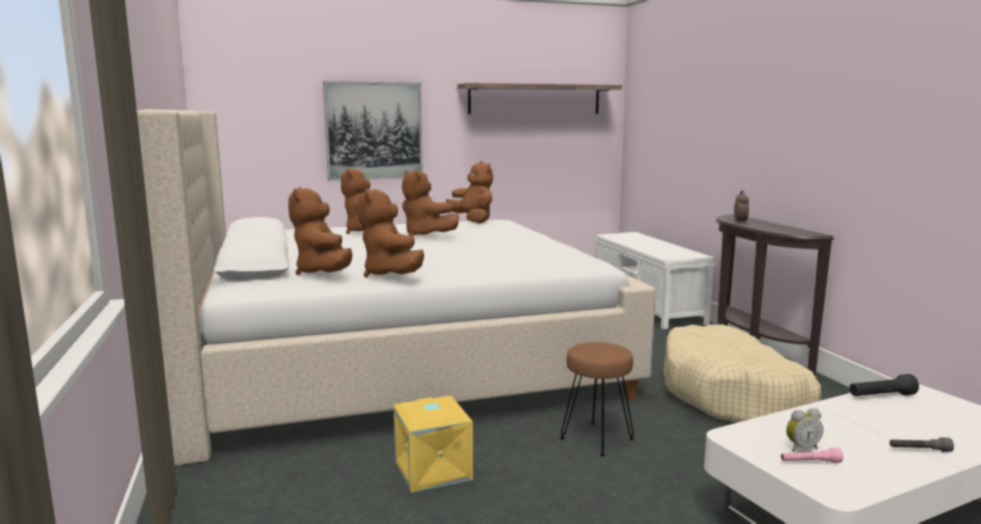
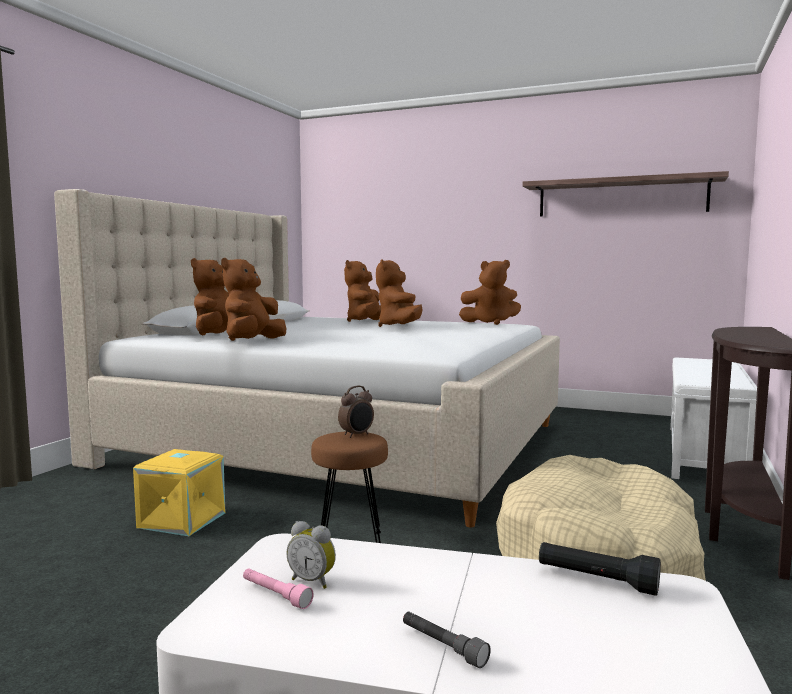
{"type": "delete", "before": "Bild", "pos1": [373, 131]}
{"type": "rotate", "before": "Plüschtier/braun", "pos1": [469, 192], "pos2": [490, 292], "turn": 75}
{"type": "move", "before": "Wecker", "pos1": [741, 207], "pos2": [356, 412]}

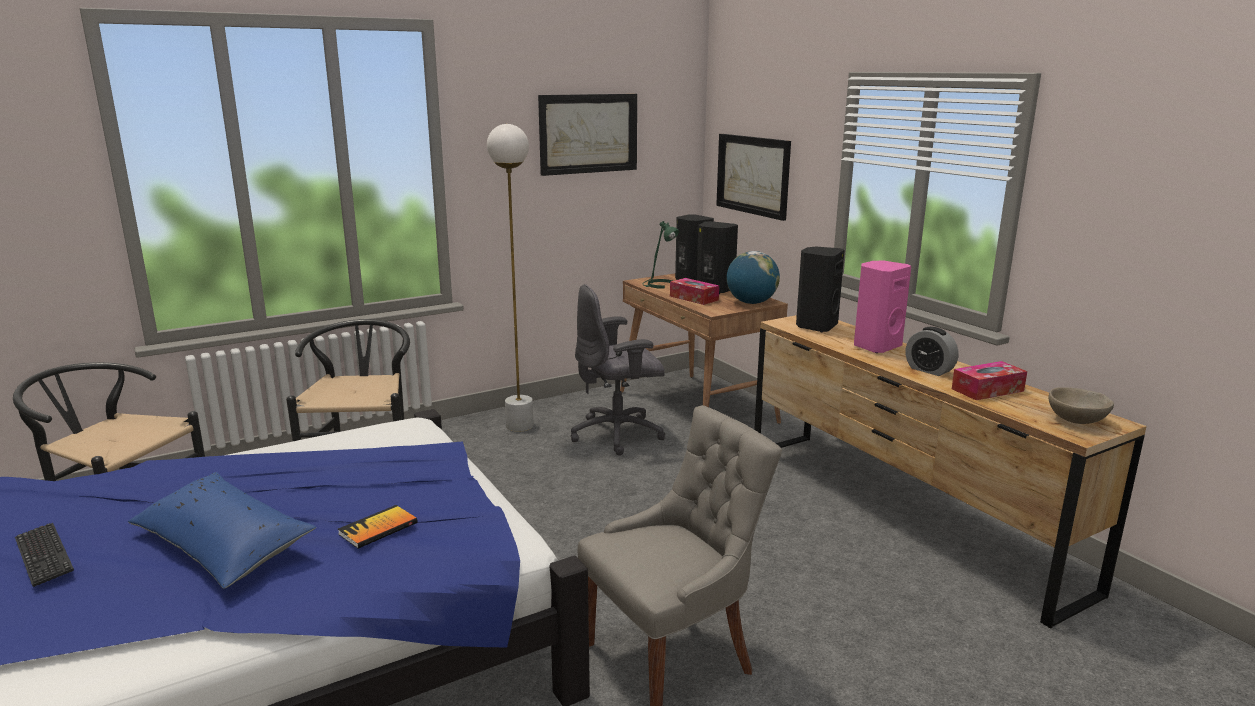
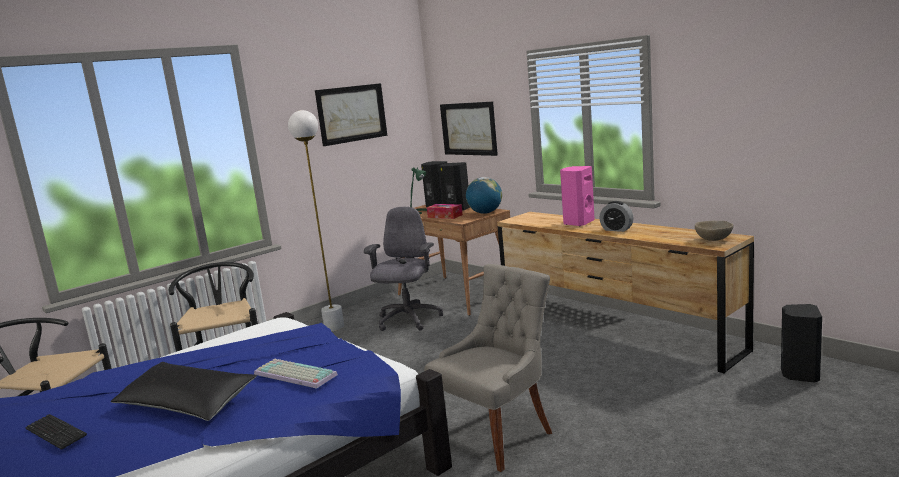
{"type": "move", "before": "Lautsprecher/schwarz", "pos1": [820, 289], "pos2": [801, 343]}
{"type": "rotate", "before": "Bürostuhl/grau", "pos1": [618, 369], "pos2": [403, 269], "turn": 135}
{"type": "delete", "before": "Taschentuchbox", "pos1": [989, 380]}
{"type": "recolor", "before": "Kissen/blau", "after": "Kissen/schwarz", "pos1": [222, 530], "pos2": [183, 391]}
{"type": "replace", "before": "Buch", "after": "Tastatur", "pos1": [378, 527], "pos2": [296, 374]}

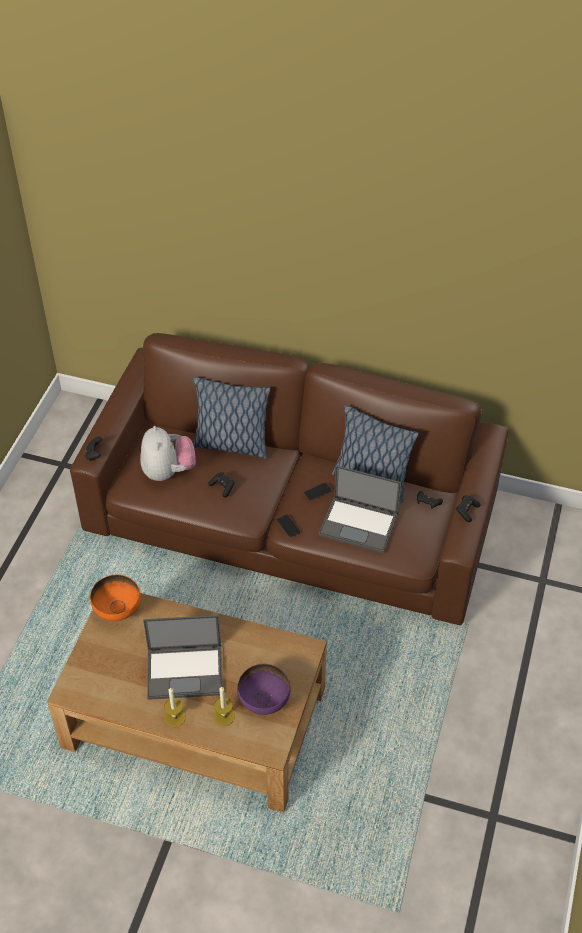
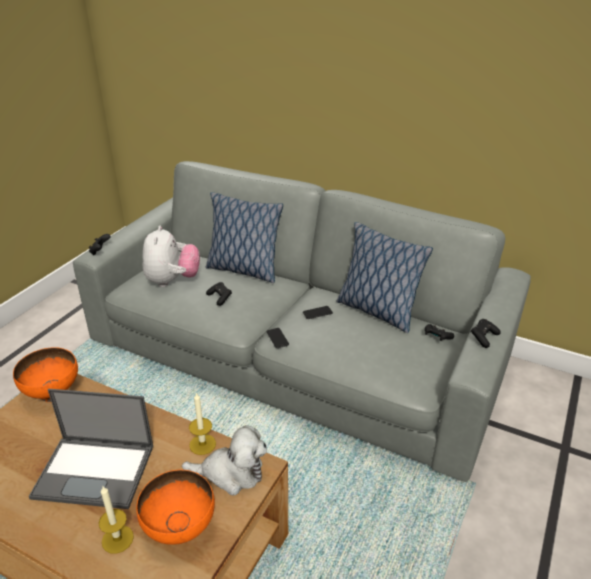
{"type": "recolor", "before": "Sofa/braun", "after": "Sofa/grau", "pos1": [289, 479], "pos2": [302, 321]}
{"type": "delete", "before": "Laptop", "pos1": [360, 509]}
{"type": "recolor", "before": "Schüssel/lila", "after": "Schüssel/orange", "pos1": [264, 689], "pos2": [175, 507]}
{"type": "move", "before": "Kerze", "pos1": [175, 707], "pos2": [202, 424]}
{"type": "insert", "after": "Plüschtier", "pos2": [224, 460]}

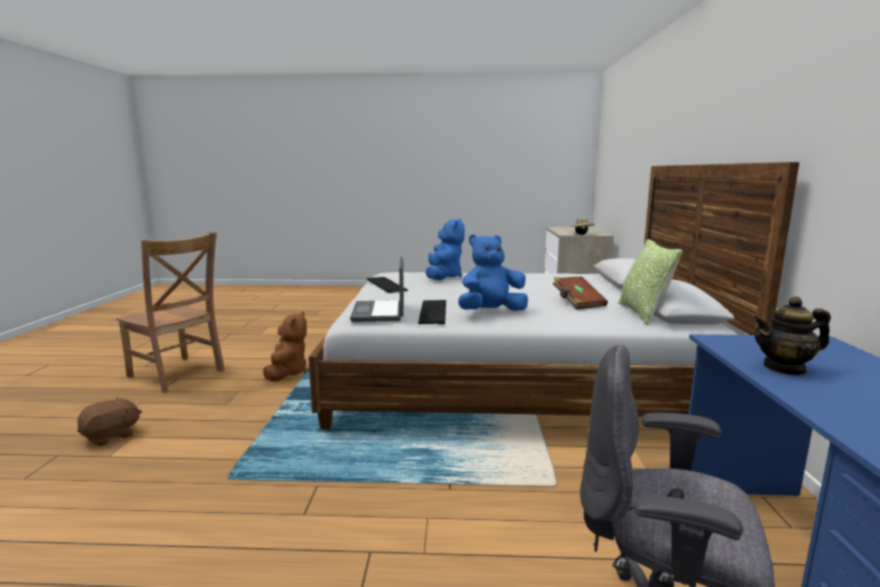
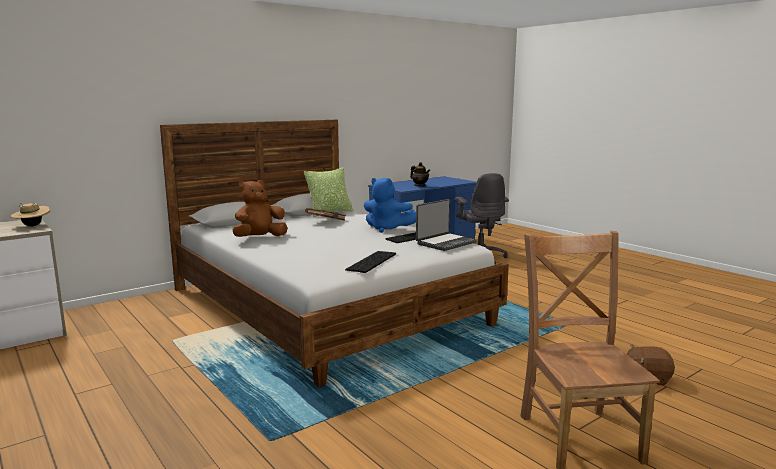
{"type": "delete", "before": "Plüschtier/blau", "pos1": [445, 249]}
{"type": "move", "before": "Plüschtier/braun", "pos1": [285, 346], "pos2": [259, 208]}

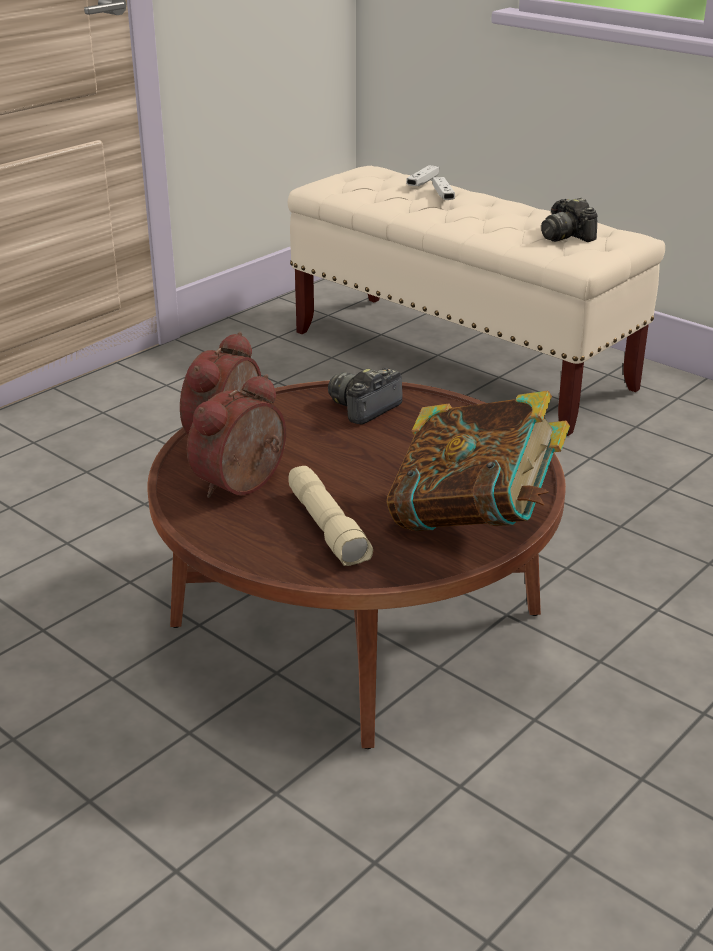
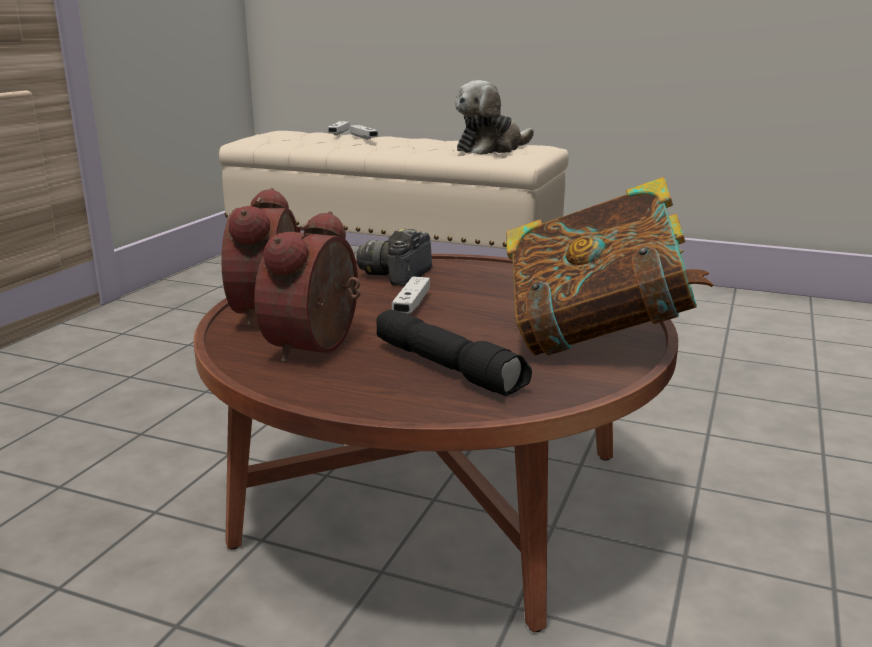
{"type": "replace", "before": "Kamera", "after": "Plüschtier", "pos1": [569, 219], "pos2": [494, 117]}
{"type": "recolor", "before": "Taschenlampe/beige", "after": "Taschenlampe/schwarz", "pos1": [330, 516], "pos2": [454, 353]}
{"type": "insert", "after": "Gamepad/weiß", "pos2": [411, 295]}

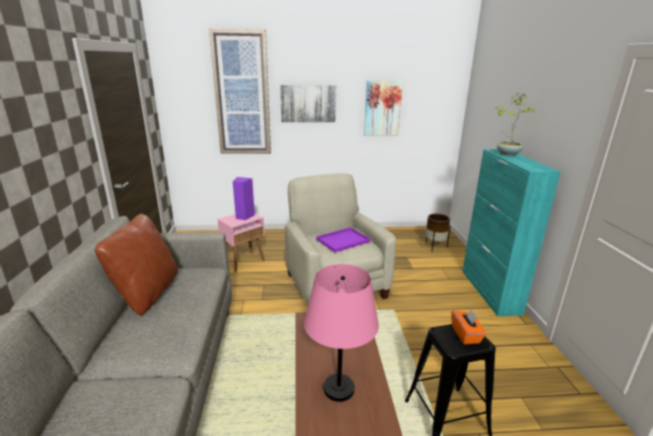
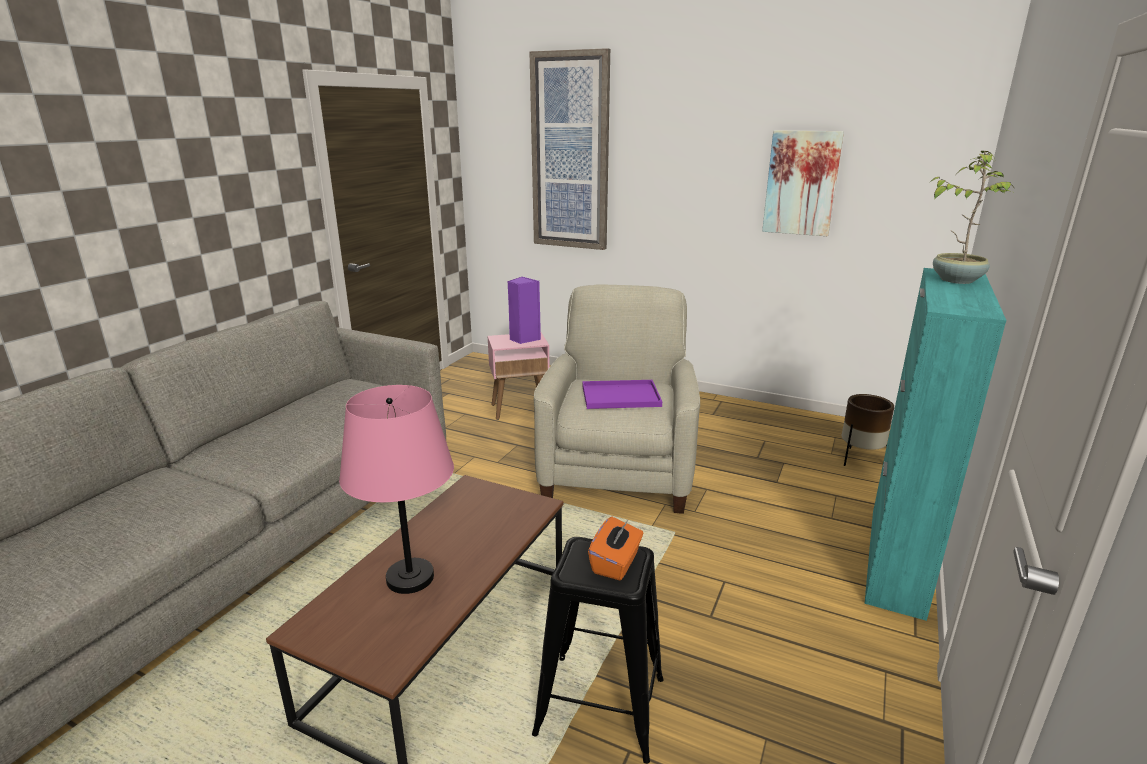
{"type": "delete", "before": "Bild", "pos1": [308, 103]}
{"type": "delete", "before": "Kissen/braun", "pos1": [136, 265]}

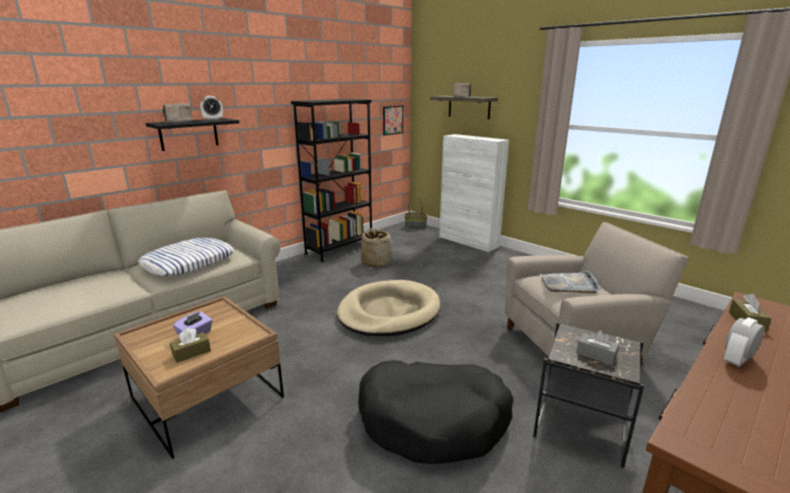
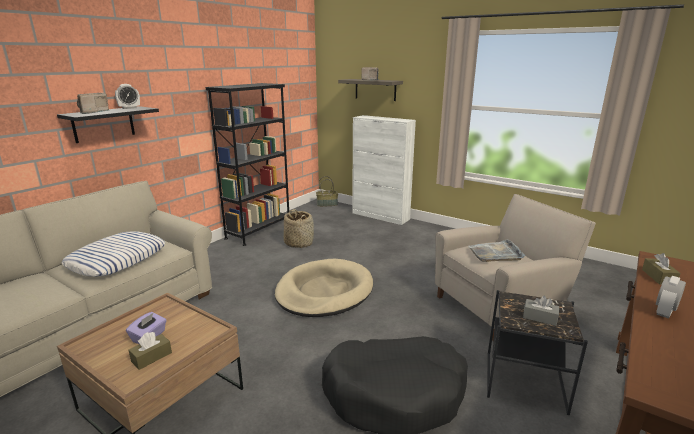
{"type": "delete", "before": "Bild", "pos1": [393, 120]}

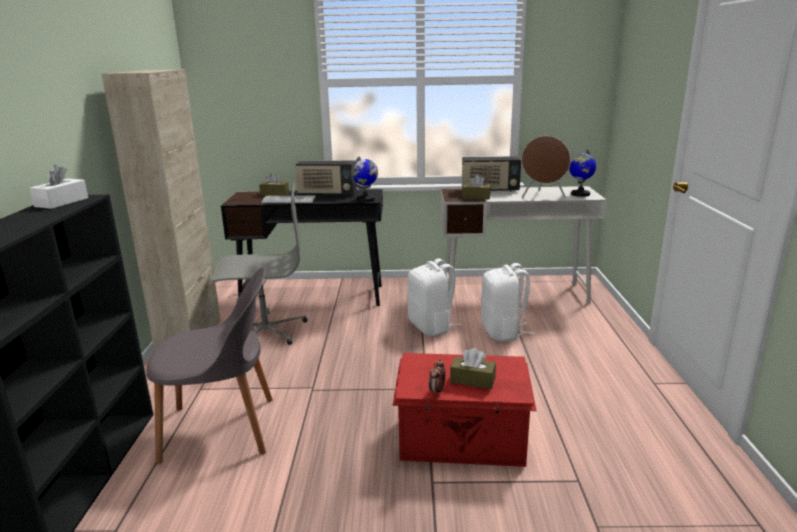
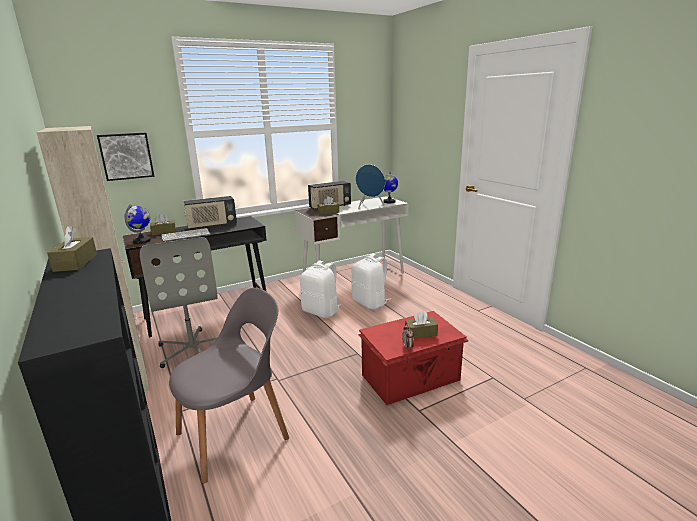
{"type": "recolor", "before": "Lautsprecher/braun", "after": "Lautsprecher/blau", "pos1": [546, 167], "pos2": [370, 186]}
{"type": "move", "before": "Globus", "pos1": [364, 179], "pos2": [138, 224]}
{"type": "recolor", "before": "Taschentuchbox/weiß", "after": "Taschentuchbox/braun", "pos1": [58, 187], "pos2": [72, 248]}
{"type": "rotate", "before": "Bürostuhl/grau", "pos1": [259, 264], "pos2": [179, 302], "turn": 105}
{"type": "insert", "after": "Bild", "pos2": [126, 157]}

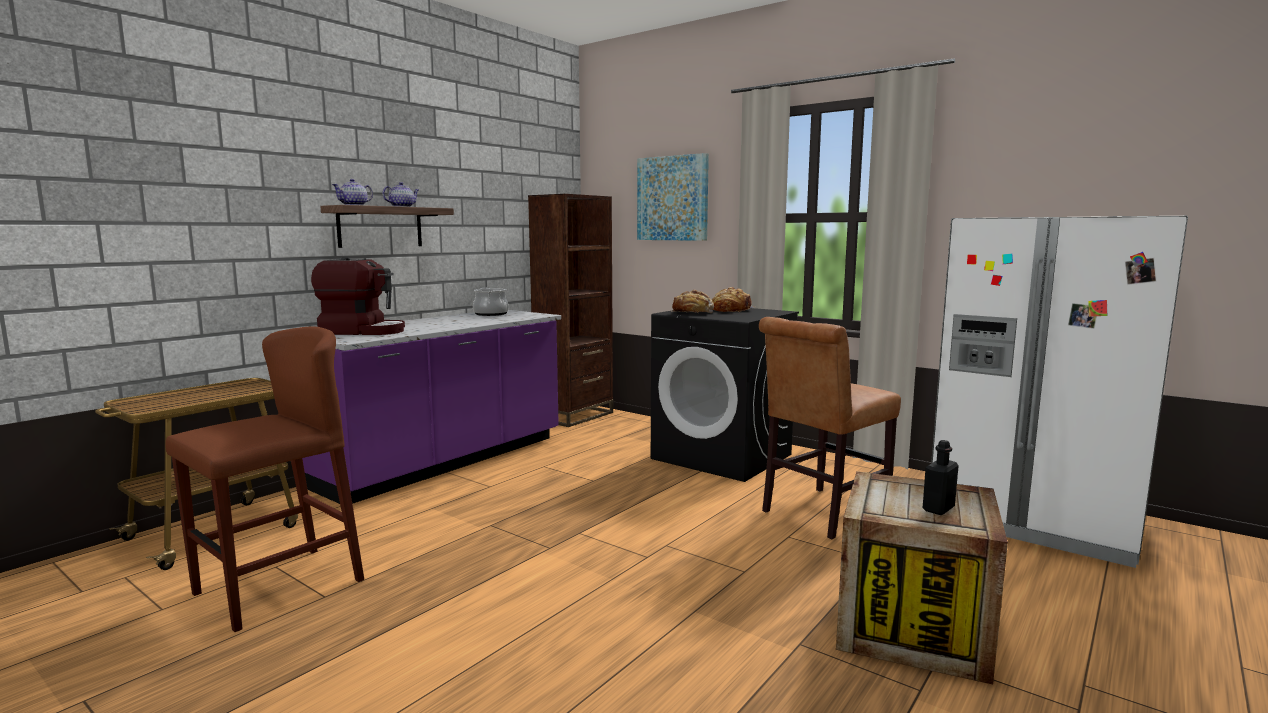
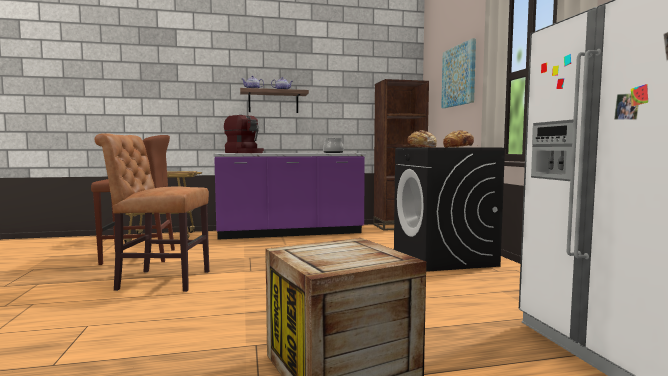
{"type": "move", "before": "Stuhl/braun", "pos1": [830, 428], "pos2": [152, 212]}
{"type": "delete", "before": "Flasche/schwarz", "pos1": [941, 477]}

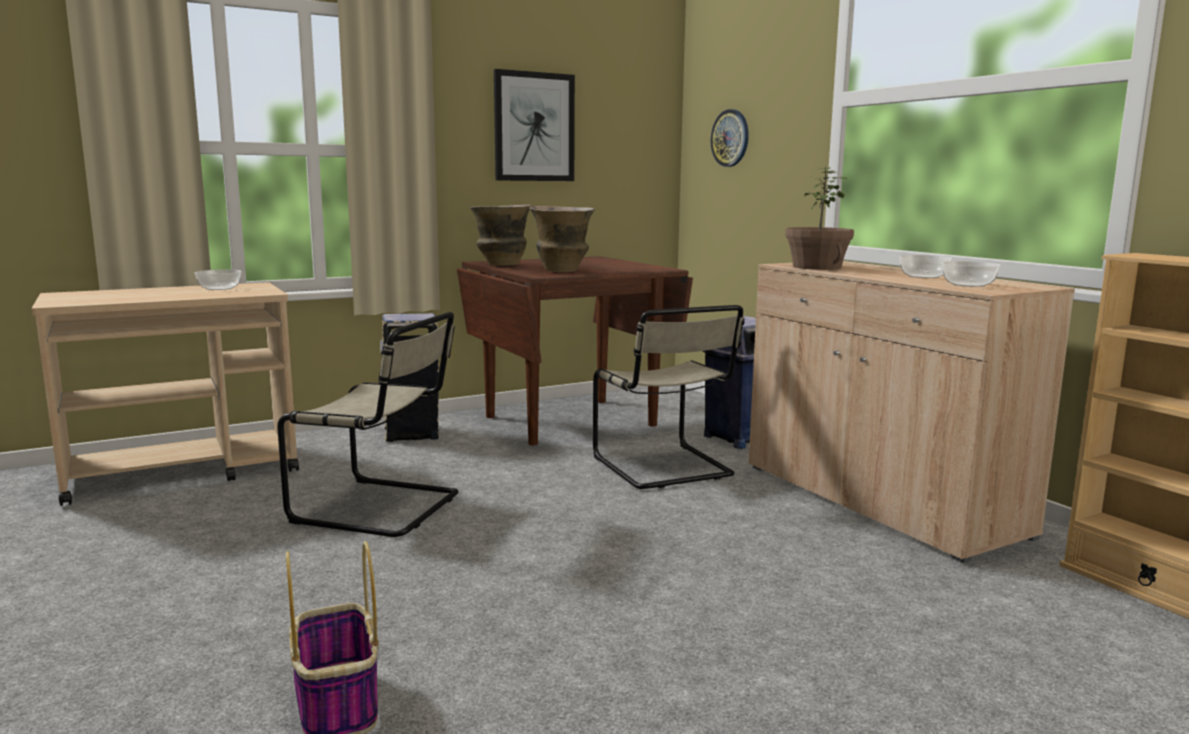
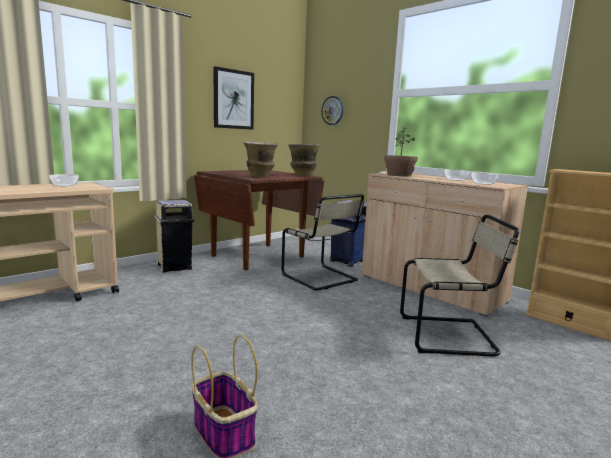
{"type": "move", "before": "Vase", "pos1": [500, 235], "pos2": [304, 160]}
{"type": "move", "before": "Stuhl/beige", "pos1": [368, 424], "pos2": [459, 285]}

